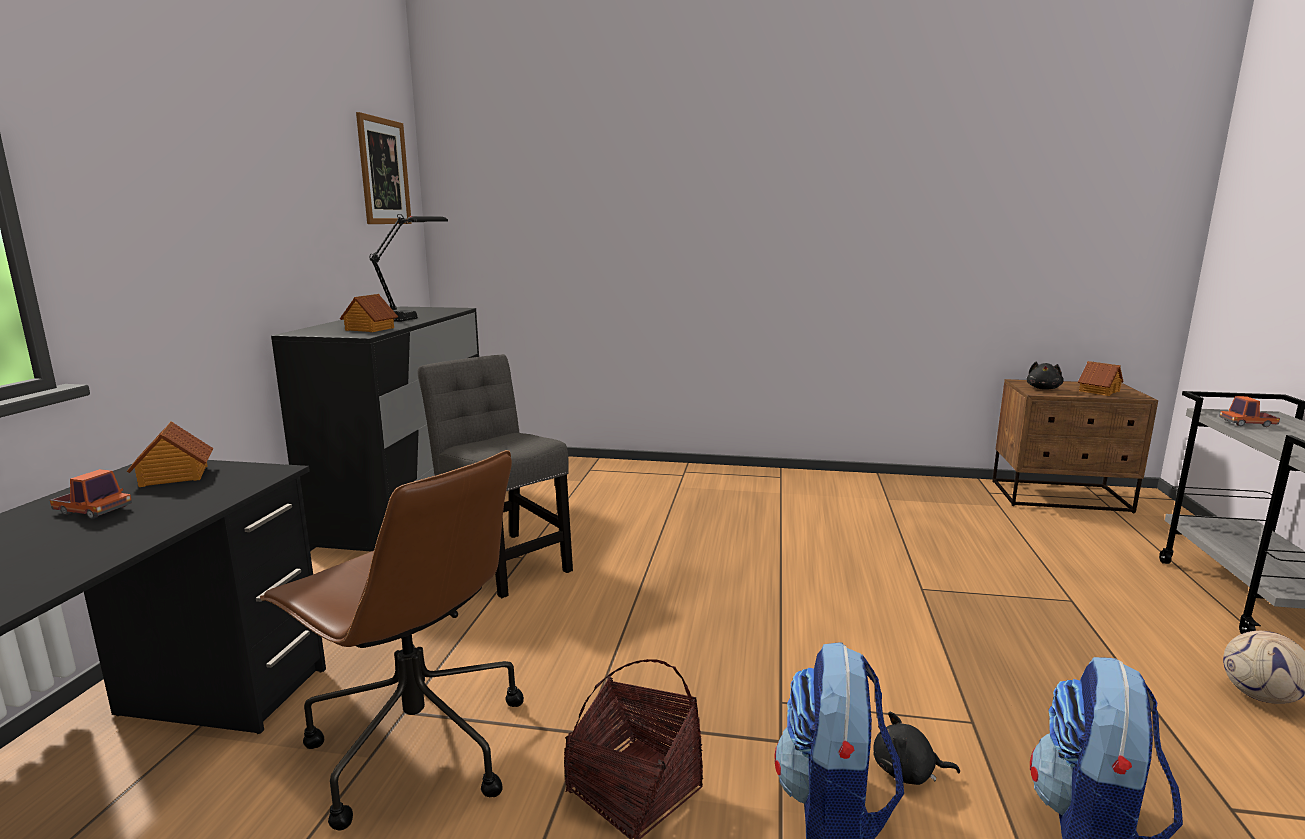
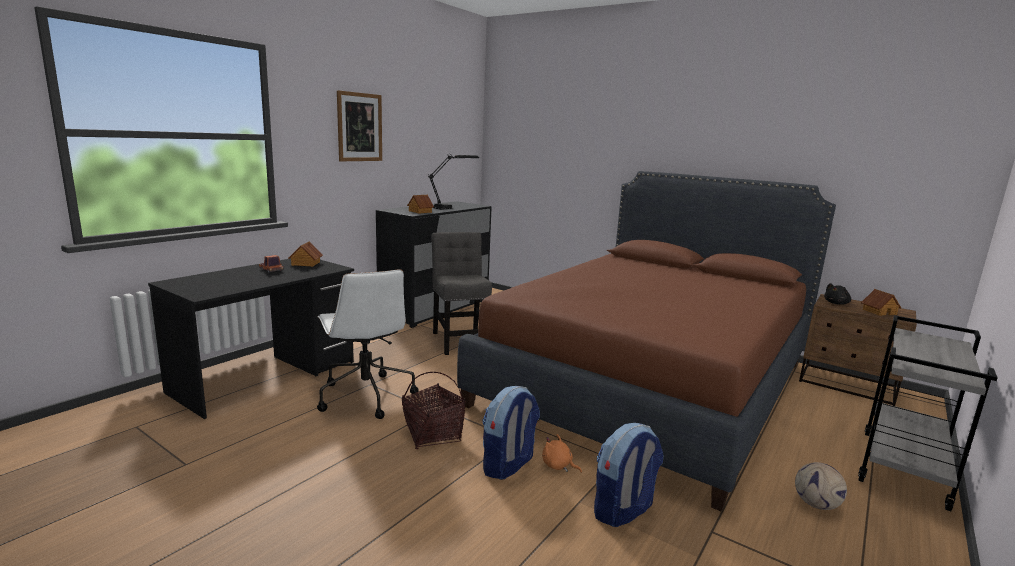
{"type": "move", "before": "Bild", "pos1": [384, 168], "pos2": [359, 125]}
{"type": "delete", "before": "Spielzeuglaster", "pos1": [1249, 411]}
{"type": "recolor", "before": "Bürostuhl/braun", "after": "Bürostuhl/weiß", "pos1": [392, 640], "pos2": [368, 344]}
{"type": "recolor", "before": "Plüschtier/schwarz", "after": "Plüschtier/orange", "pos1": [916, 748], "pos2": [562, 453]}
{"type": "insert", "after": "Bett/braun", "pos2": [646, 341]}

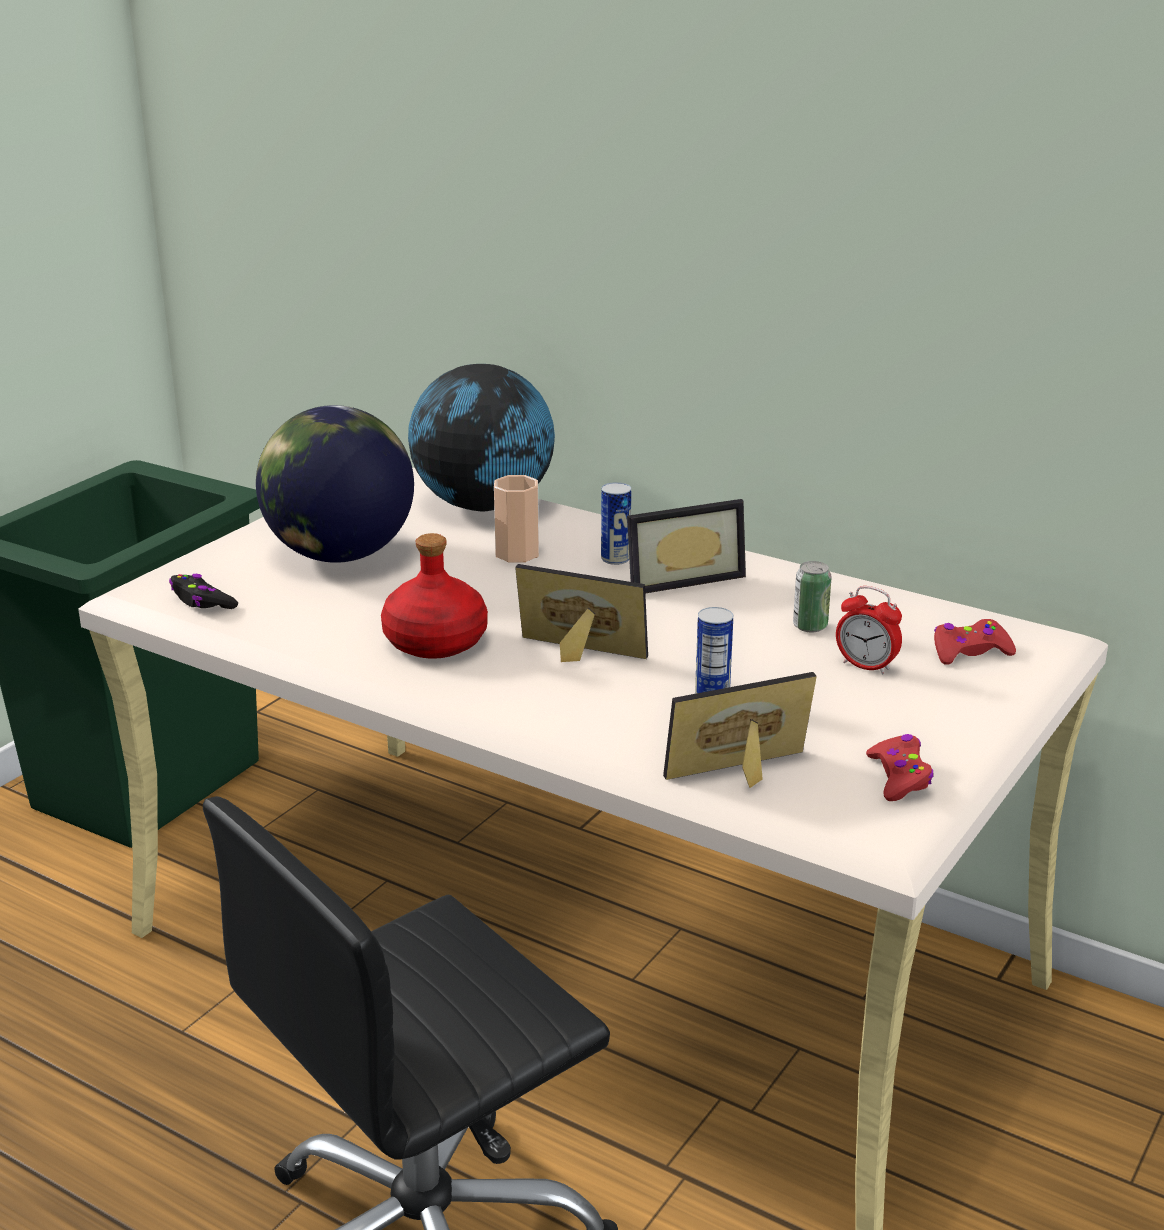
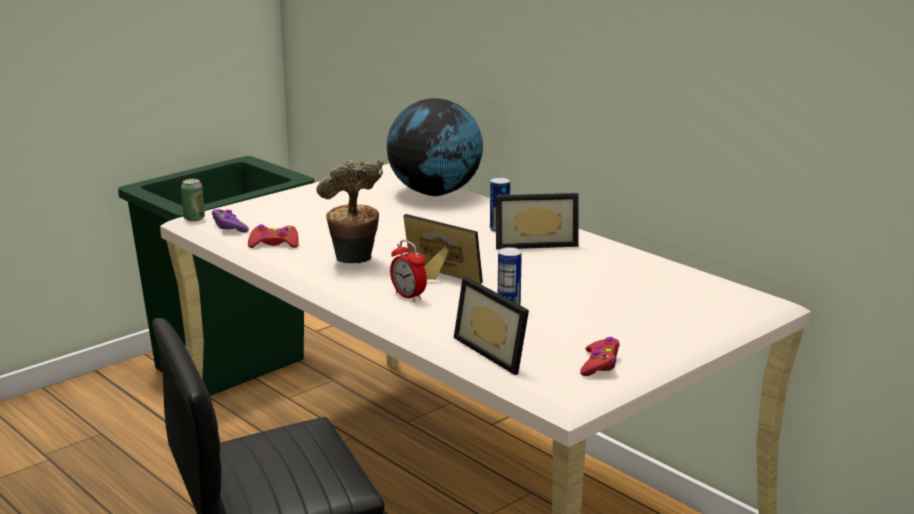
{"type": "delete", "before": "Globus", "pos1": [335, 484]}
{"type": "delete", "before": "Tasse", "pos1": [516, 518]}
{"type": "replace", "before": "Flasche/rot", "after": "Topfpflanze", "pos1": [434, 596], "pos2": [350, 210]}
{"type": "move", "before": "Dose", "pos1": [812, 597], "pos2": [193, 200]}
{"type": "recolor", "before": "Gamepad/schwarz", "after": "Gamepad/lila", "pos1": [203, 591], "pos2": [230, 221]}
{"type": "move", "before": "Wecker", "pos1": [869, 630], "pos2": [408, 271]}
{"type": "move", "before": "Gamepad/rot", "pos1": [975, 642], "pos2": [273, 236]}
{"type": "rotate", "before": "Bilderrahmen", "pos1": [740, 730], "pos2": [491, 326], "turn": -120}

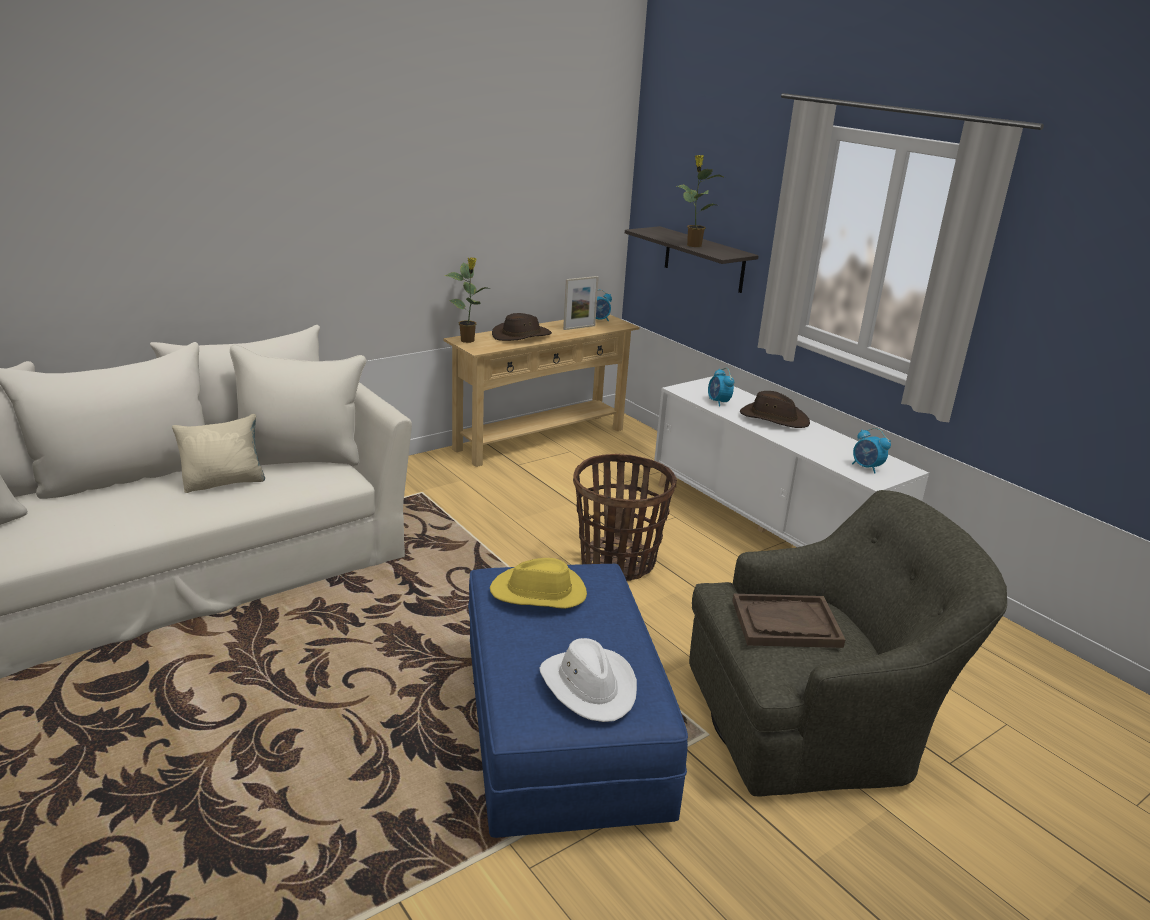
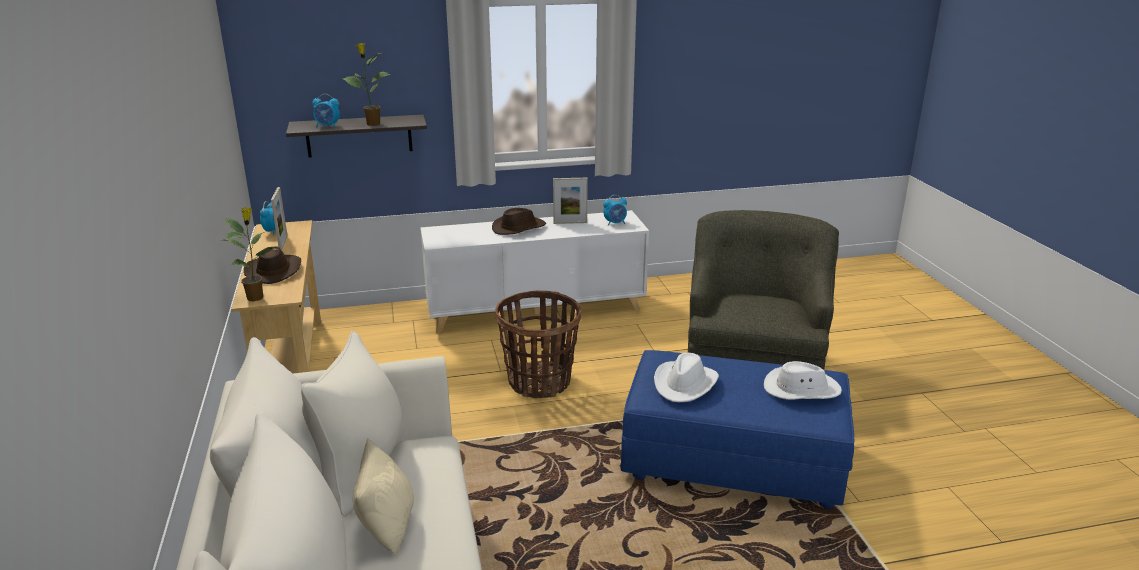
{"type": "move", "before": "Wecker", "pos1": [721, 387], "pos2": [326, 111]}
{"type": "recolor", "before": "Hut/gelb", "after": "Hut/weiß", "pos1": [538, 583], "pos2": [686, 377]}
{"type": "delete", "before": "Tablett/braun", "pos1": [788, 621]}
{"type": "insert", "after": "Bilderrahmen", "pos2": [570, 201]}

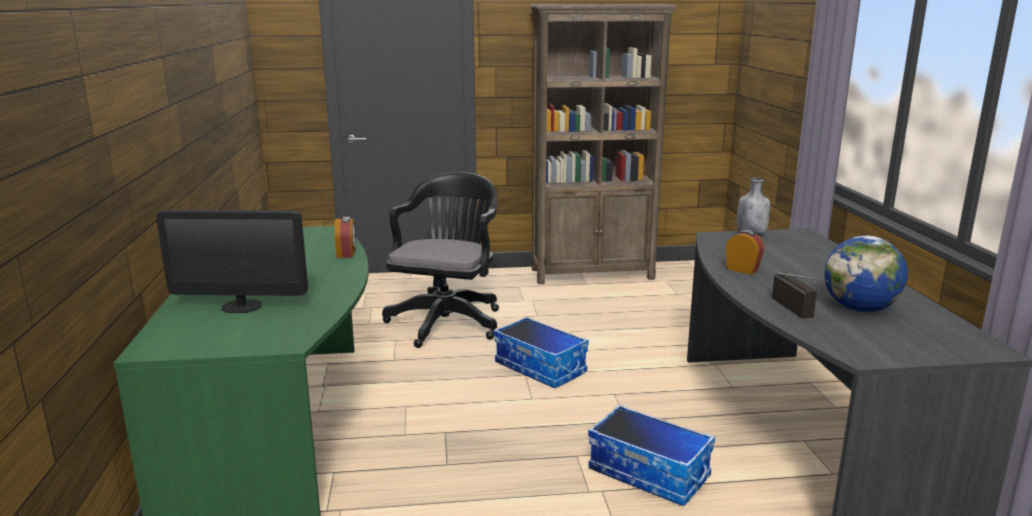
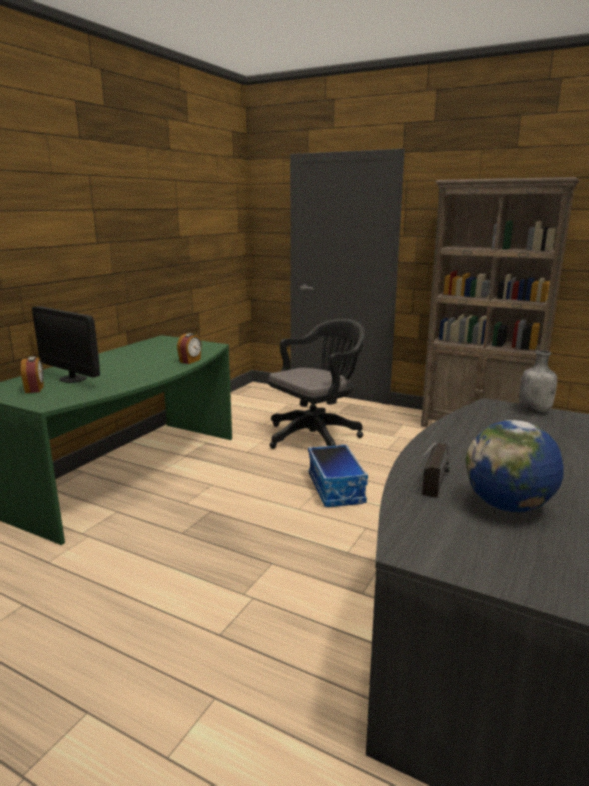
{"type": "move", "before": "Wecker", "pos1": [745, 252], "pos2": [32, 374]}
{"type": "delete", "before": "Aufbewahrungsbox", "pos1": [651, 455]}

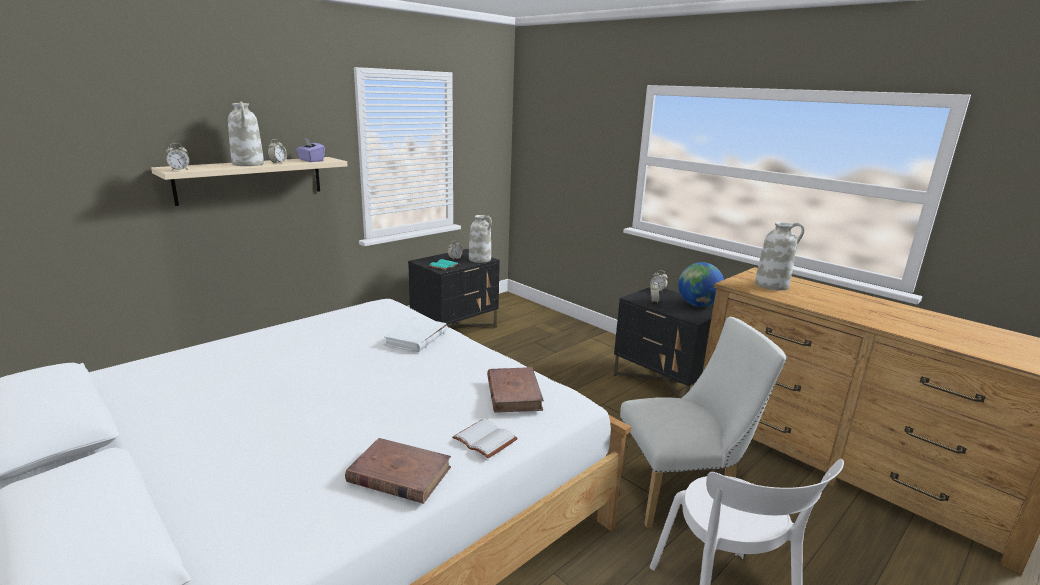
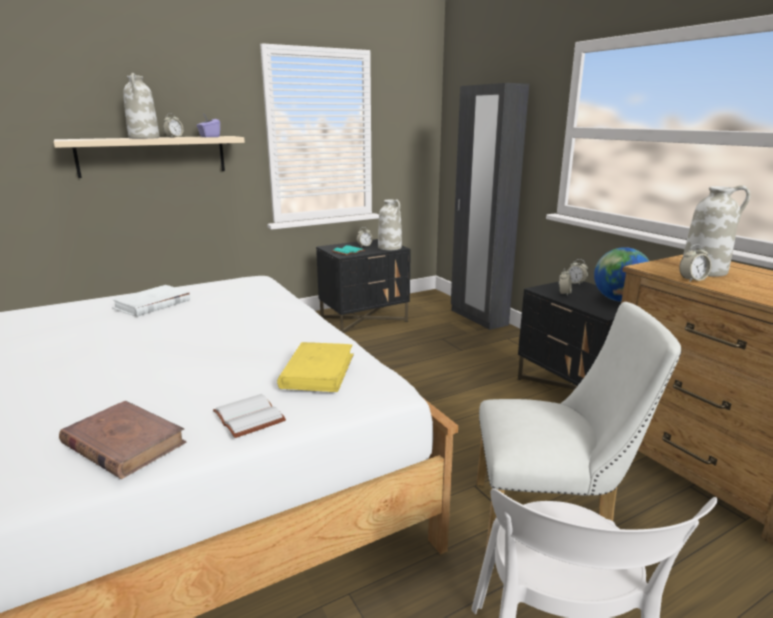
{"type": "move", "before": "Wecker", "pos1": [177, 156], "pos2": [695, 263]}
{"type": "move", "before": "Buch/weiß", "pos1": [415, 334], "pos2": [151, 301]}
{"type": "recolor", "before": "Buch/braun", "after": "Buch/gelb", "pos1": [515, 390], "pos2": [315, 367]}
{"type": "insert", "after": "Kleiderschrank/schwarz", "pos2": [490, 206]}

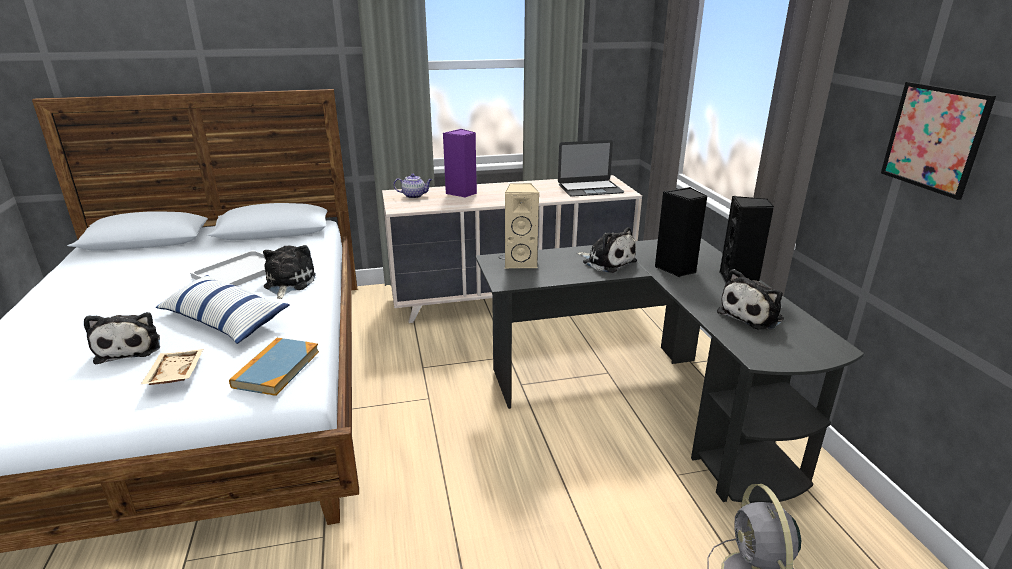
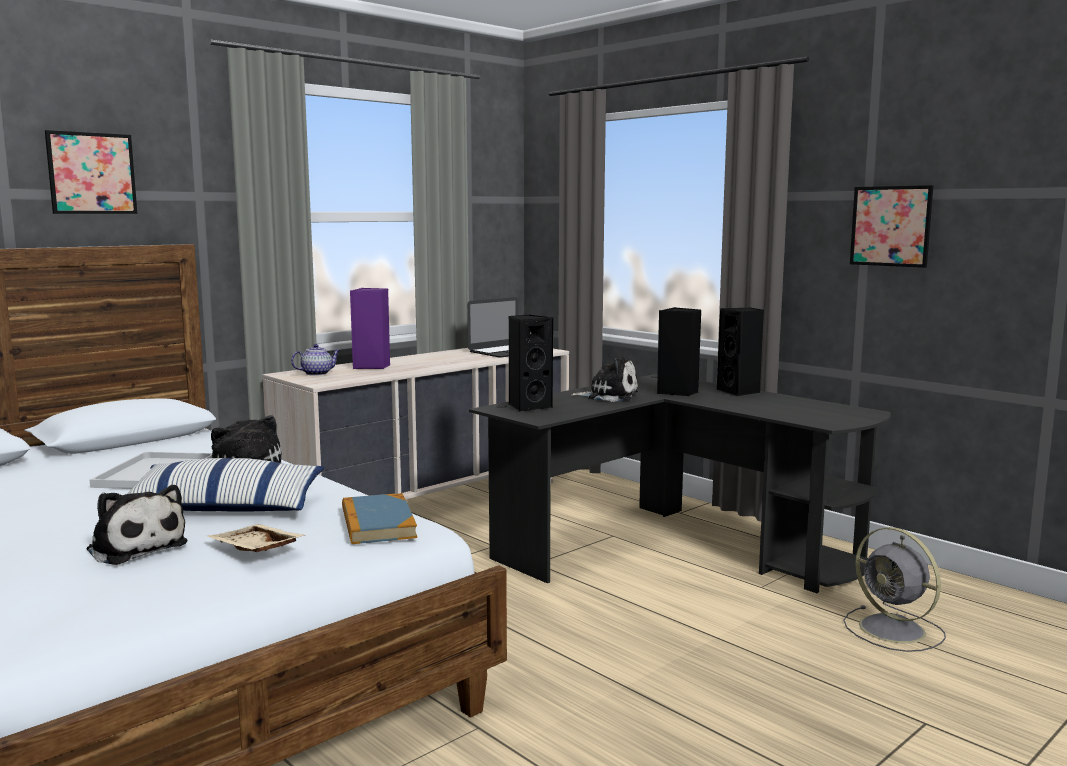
{"type": "recolor", "before": "Lautsprecher/beige", "after": "Lautsprecher/schwarz", "pos1": [521, 225], "pos2": [531, 363]}
{"type": "delete", "before": "Plüschtier", "pos1": [750, 299]}
{"type": "insert", "after": "Bild", "pos2": [91, 172]}

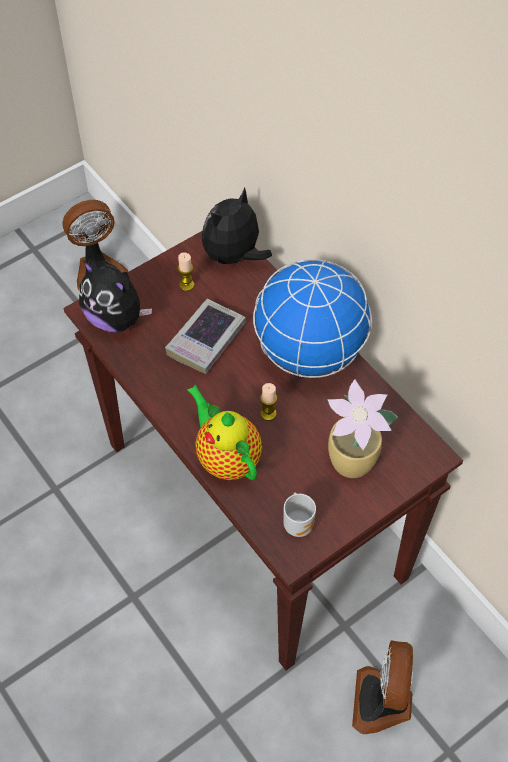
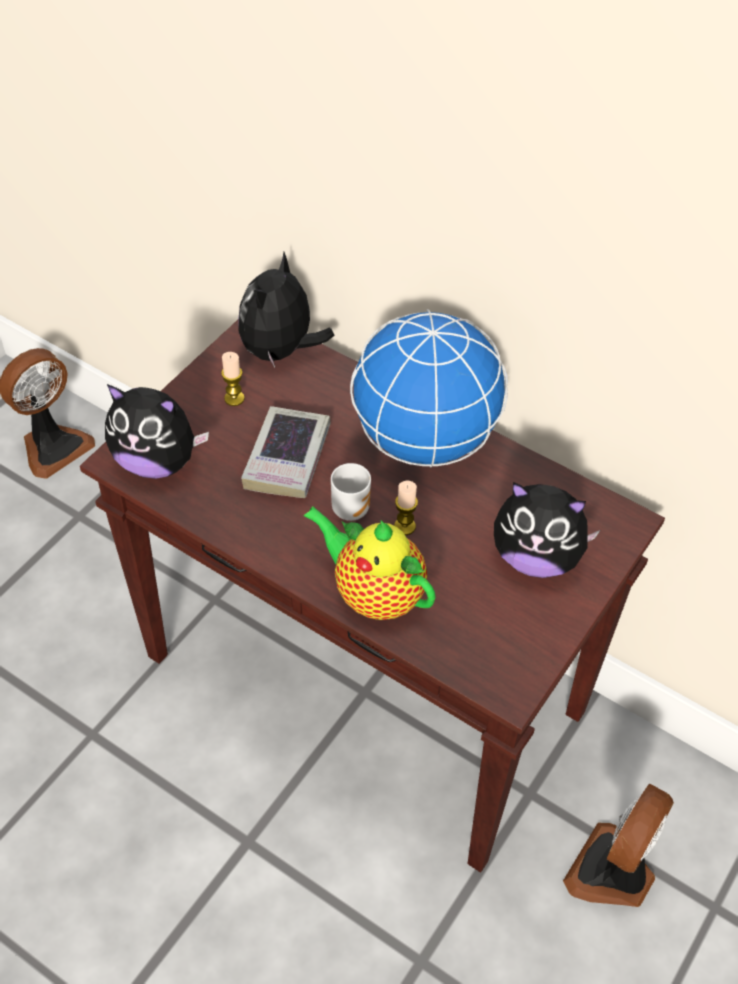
{"type": "replace", "before": "Topfpflanze", "after": "Plüschtier", "pos1": [362, 428], "pos2": [547, 530]}
{"type": "move", "before": "Henkelbecher", "pos1": [299, 514], "pos2": [351, 492]}
{"type": "rotate", "before": "Ventilator", "pos1": [382, 687], "pos2": [618, 845], "turn": 45}

